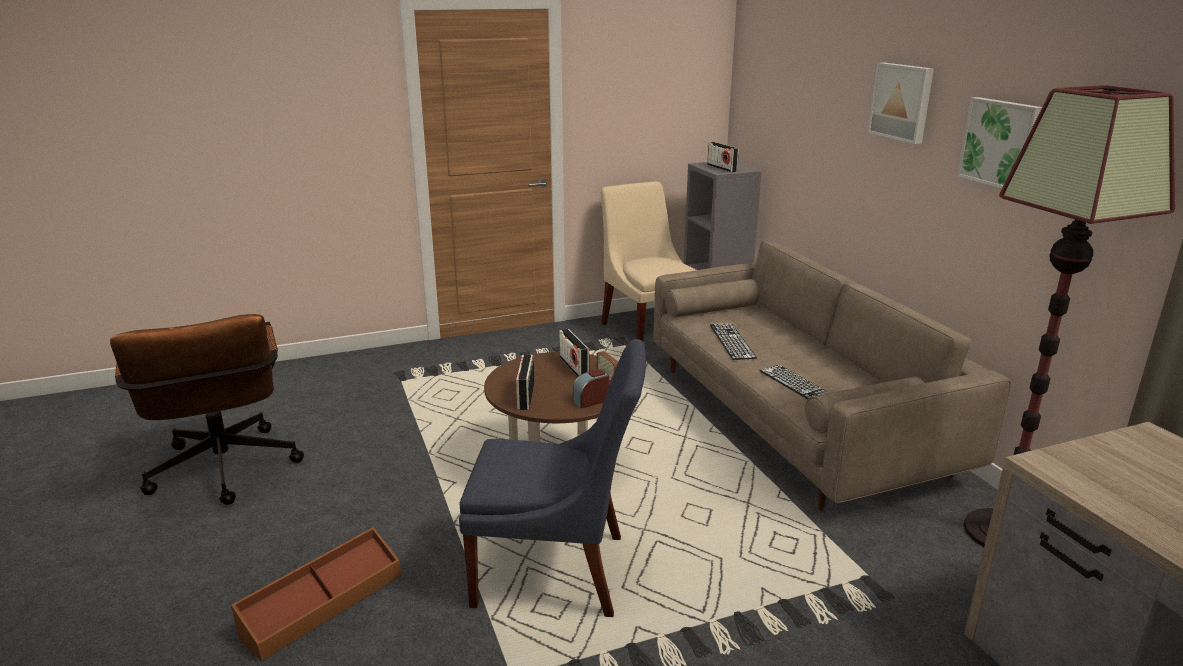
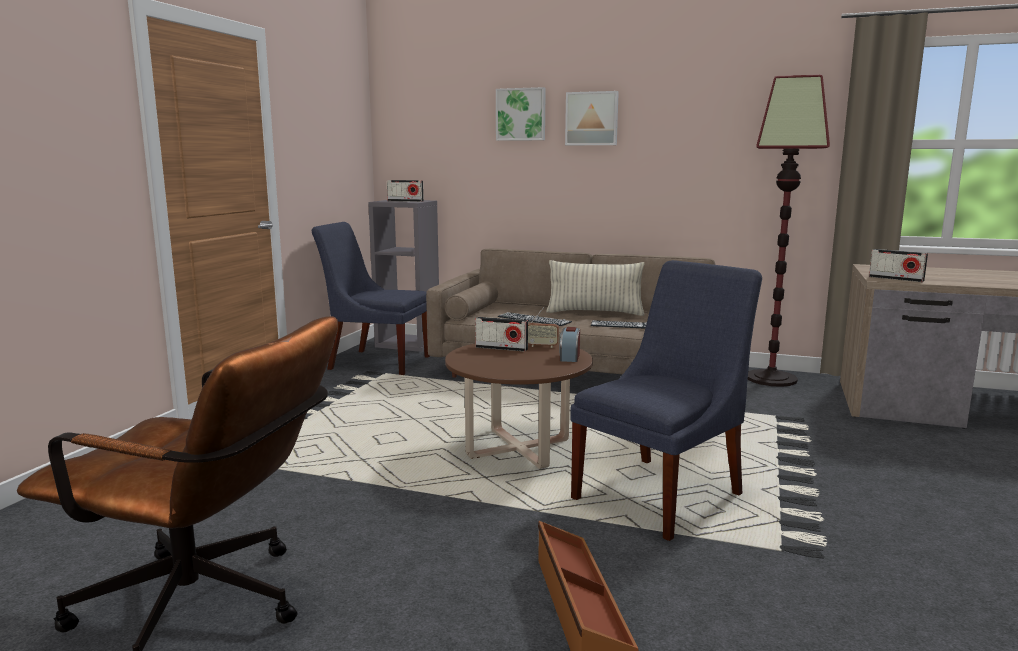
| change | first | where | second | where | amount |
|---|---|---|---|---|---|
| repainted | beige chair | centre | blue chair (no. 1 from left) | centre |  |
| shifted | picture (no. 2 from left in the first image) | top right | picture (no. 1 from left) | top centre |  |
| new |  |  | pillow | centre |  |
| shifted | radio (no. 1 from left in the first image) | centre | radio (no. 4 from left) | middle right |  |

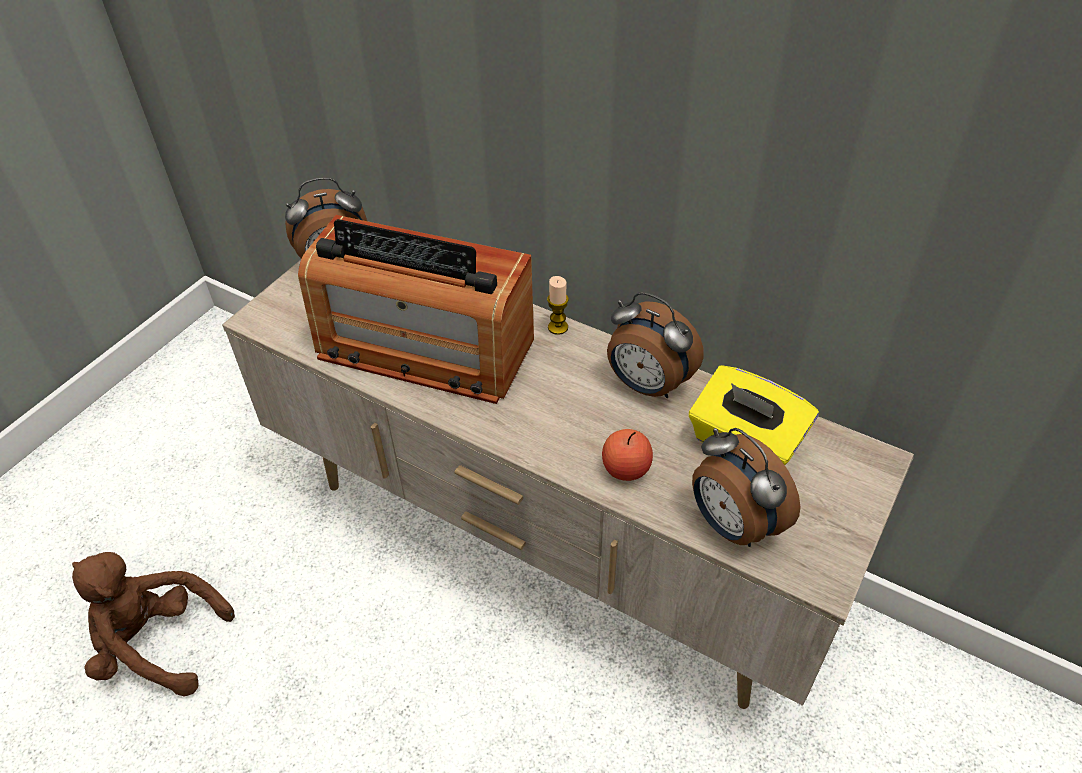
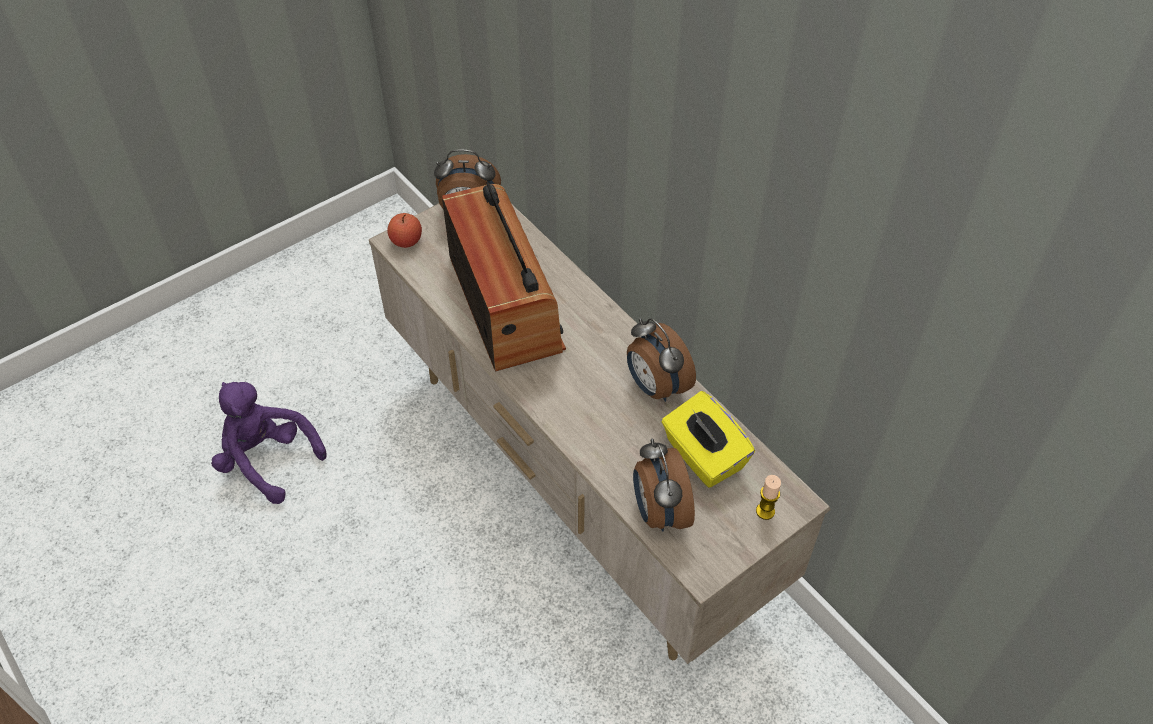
| change | first | where | second | where | amount |
|---|---|---|---|---|---|
| repainted | brown plush toy | bottom left | purple plush toy | middle left |  |
| shifted | apple | centre |  | top centre |  |
| rotated | radio | centre |  | centre | 150 degrees counterclockwise |
| shifted | candle | centre |  | bottom centre |  |

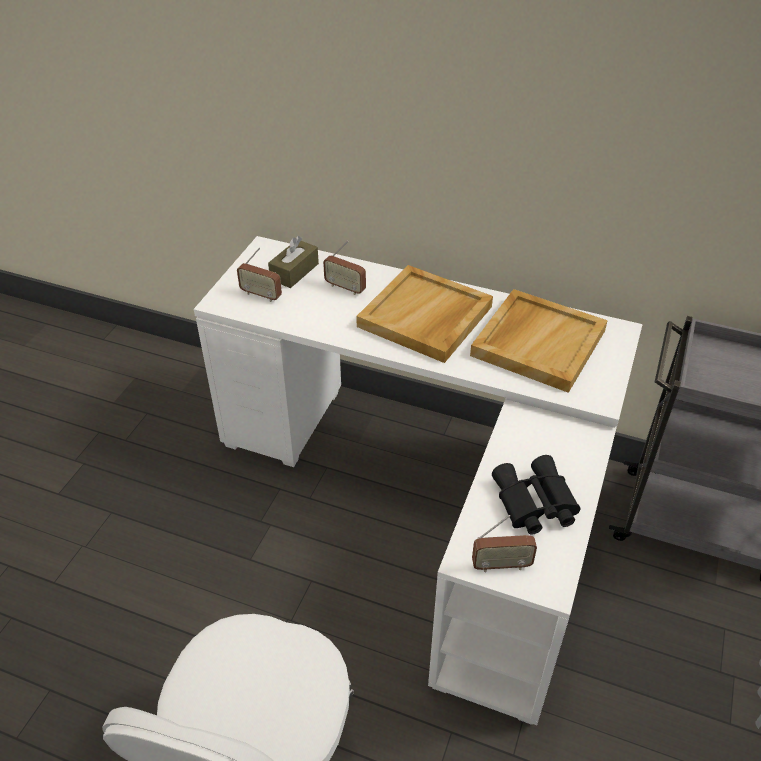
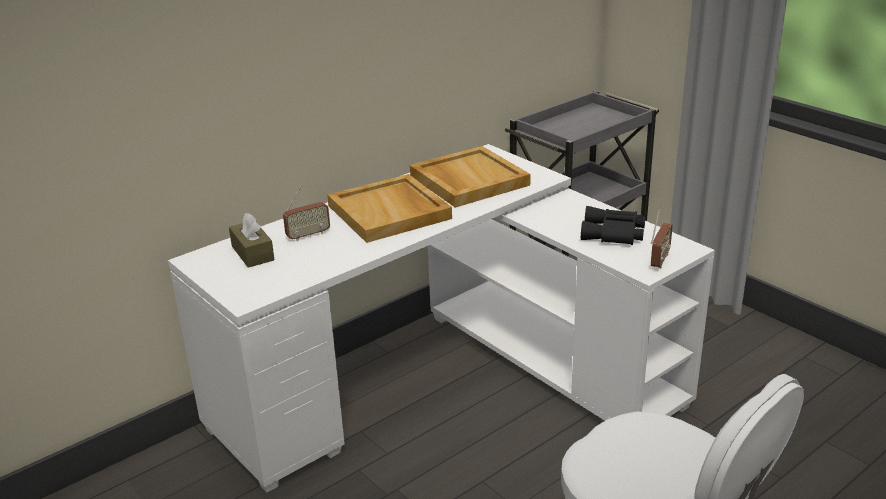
| change | first | where | second | where | amount |
|---|---|---|---|---|---|
| gone | radio (no. 1 from left) | centre |  |  |  |

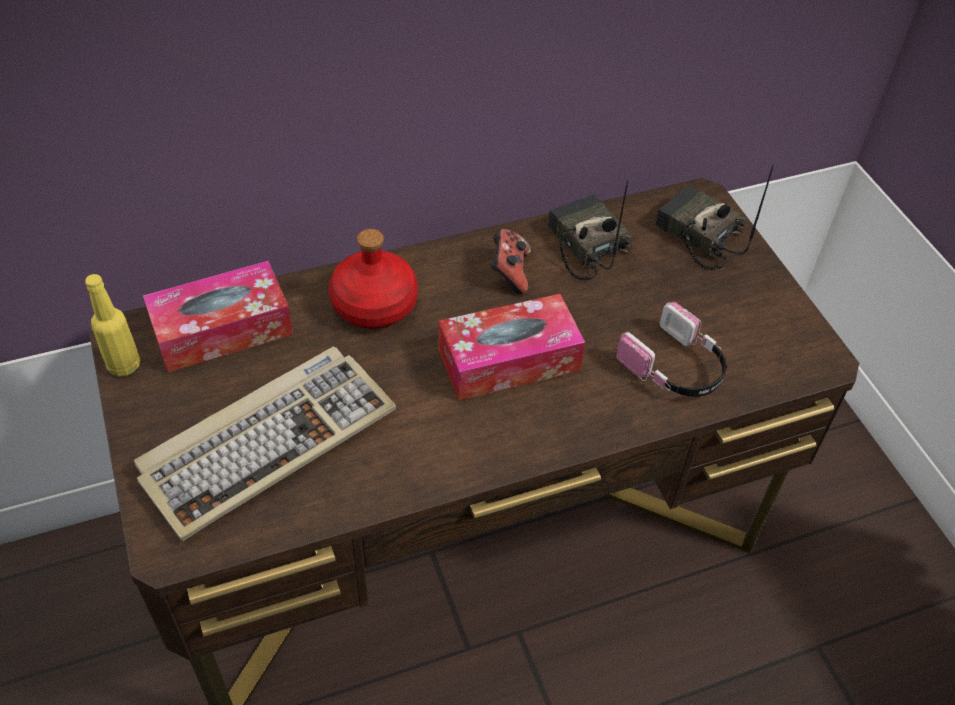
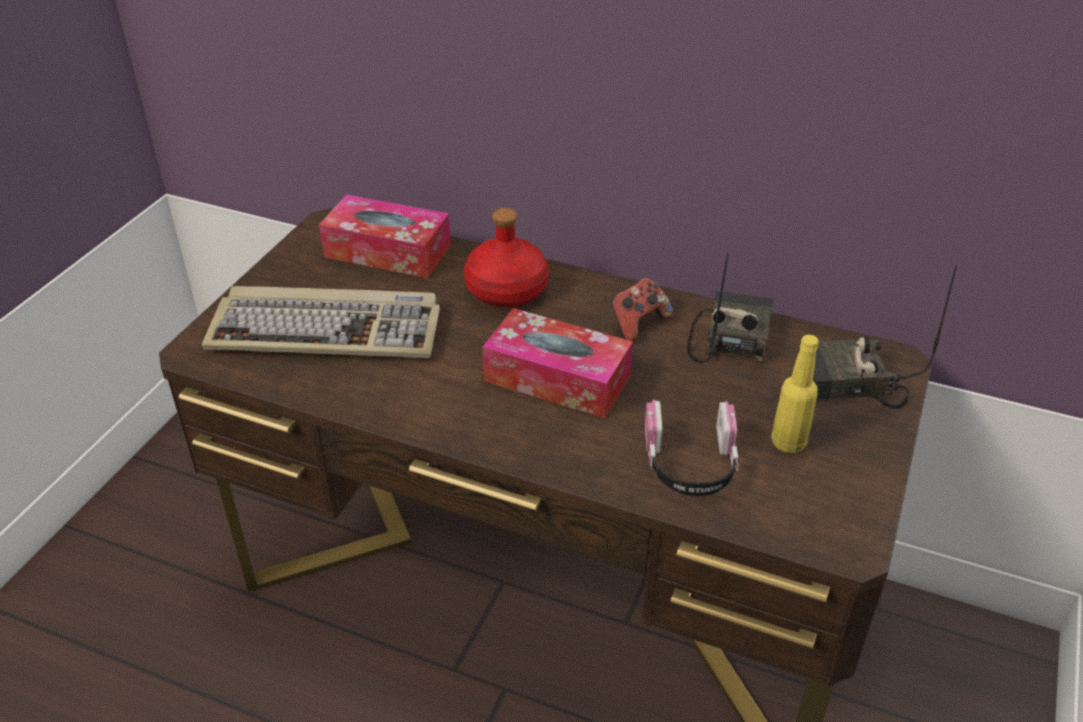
| change | first | where | second | where | amount |
|---|---|---|---|---|---|
| shifted | yellow bottle | middle left |  | middle right |  |
| rotated | radio (no. 2 from left) | top right |  | middle right | 90 degrees counterclockwise |

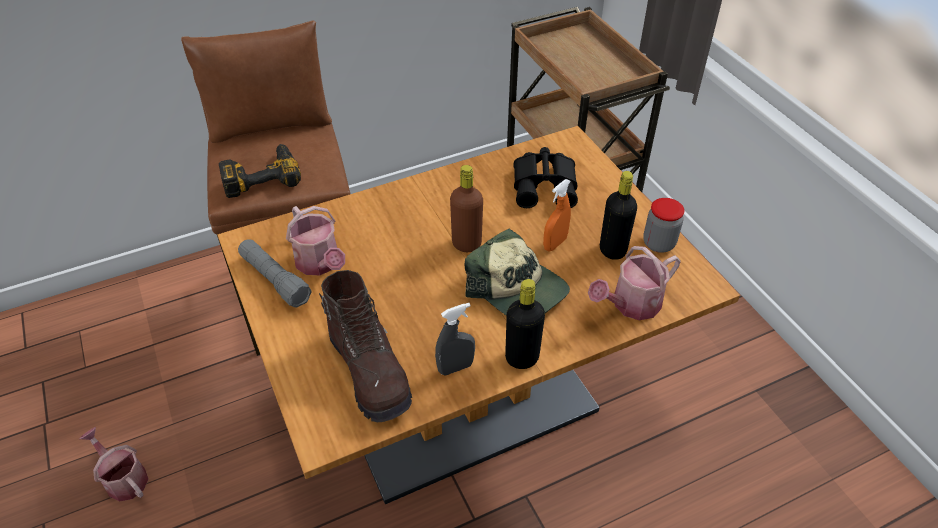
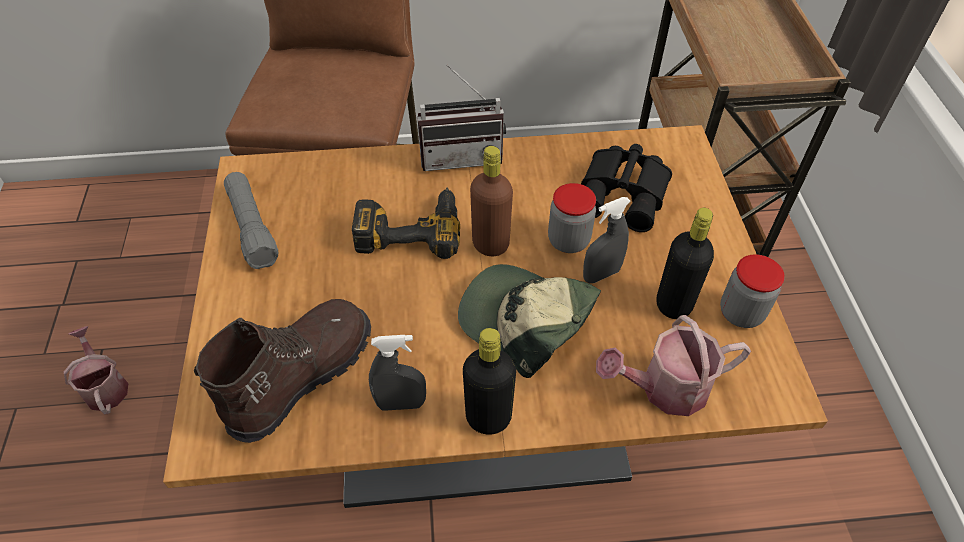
| change | first | where | second | where | amount |
|---|---|---|---|---|---|
| rotated | brown boot | centre |  | bottom left | 135 degrees counterclockwise |
| shifted | power drill | top left |  | centre |  |
| new |  |  | radio | top centre |  |
| rotated | cap | centre |  | centre | 150 degrees clockwise |
| new |  |  | jar (no. 1 from left) | centre |  |
| repainted | orange spray bottle | centre | grey spray bottle (no. 2 from left) | centre |  |
| gone | watering can (no. 2 from left) | centre |  |  |  |

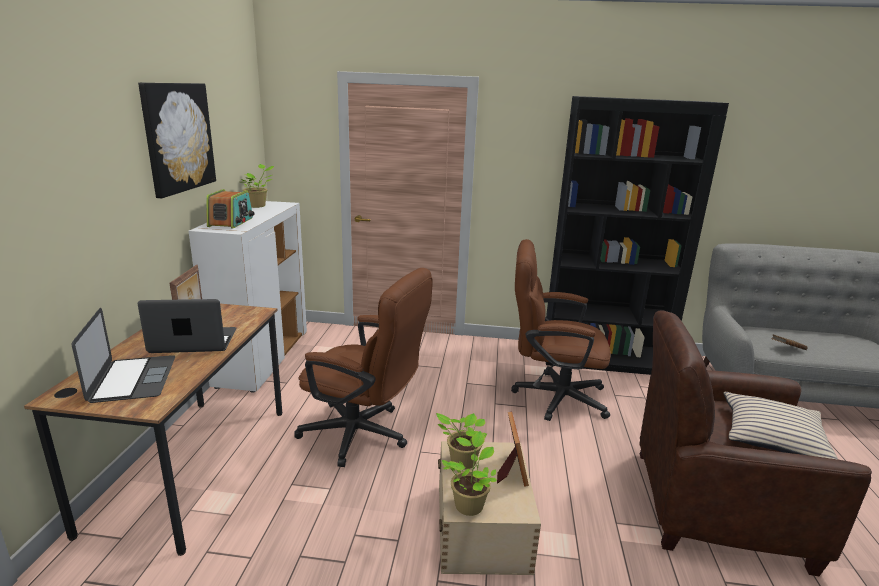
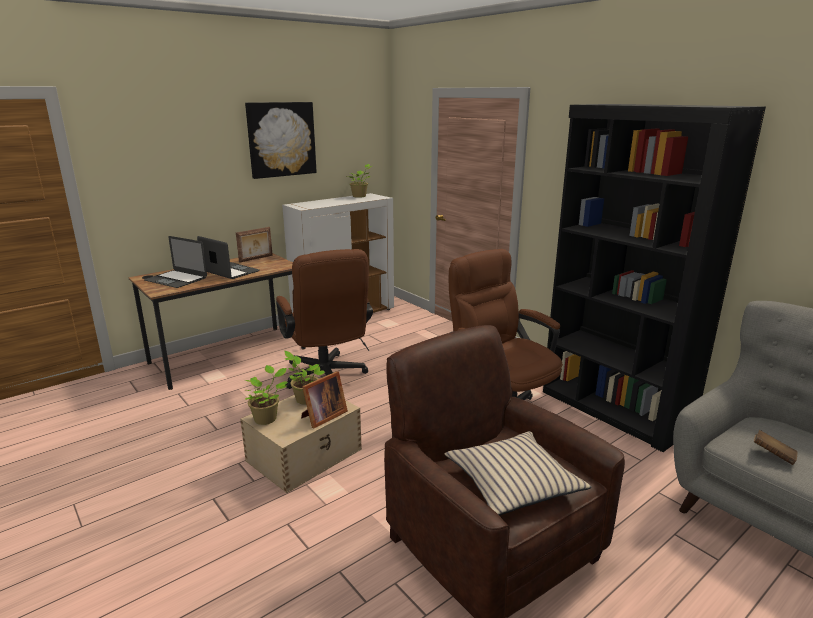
| change | first | where | second | where | amount |
|---|---|---|---|---|---|
| rotated | laptop (no. 1 from left) | middle left |  | middle left | 90 degrees clockwise |
| gone | radio | middle left |  |  |  |

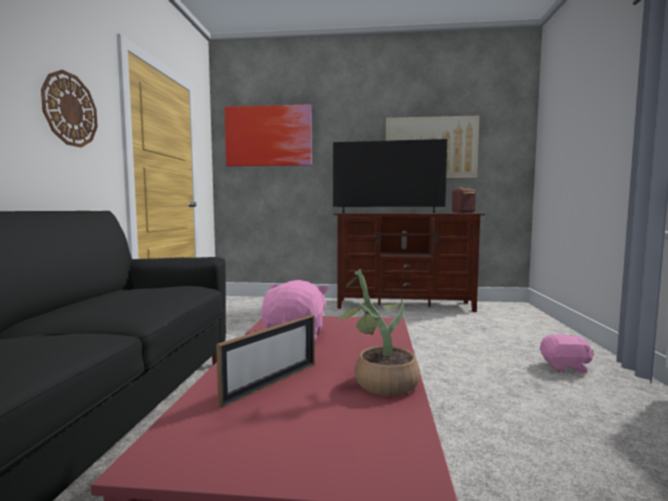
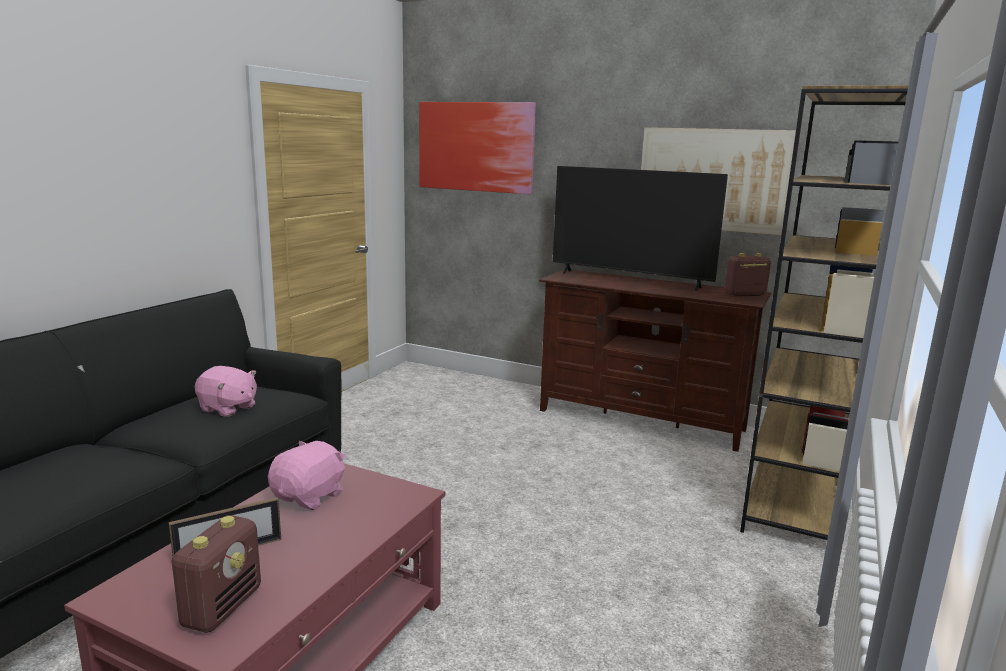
| change | first | where | second | where | amount |
|---|---|---|---|---|---|
| new |  |  | radio (no. 1 from left) | bottom left |  |
| shifted | pink plush toy (no. 2 from left in the first image) | bottom right | pink plush toy (no. 1 from left) | middle left |  |
| new |  |  | brown bookcase | middle right |  |
| gone | wall clock | top left |  |  |  |
| gone | potted plant | centre |  |  |  |

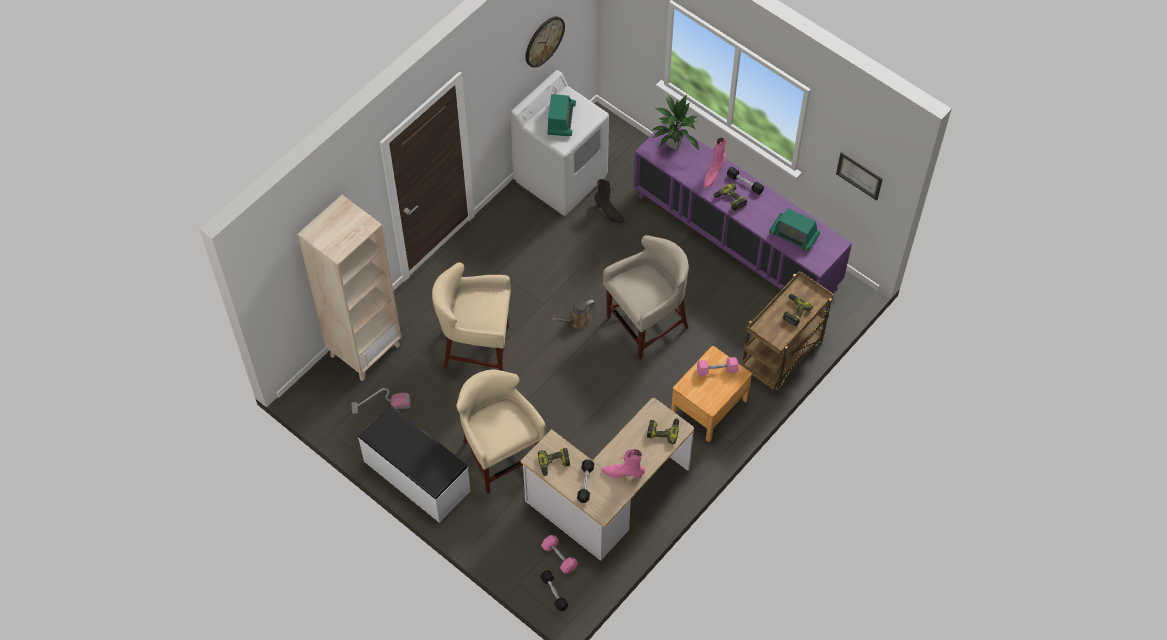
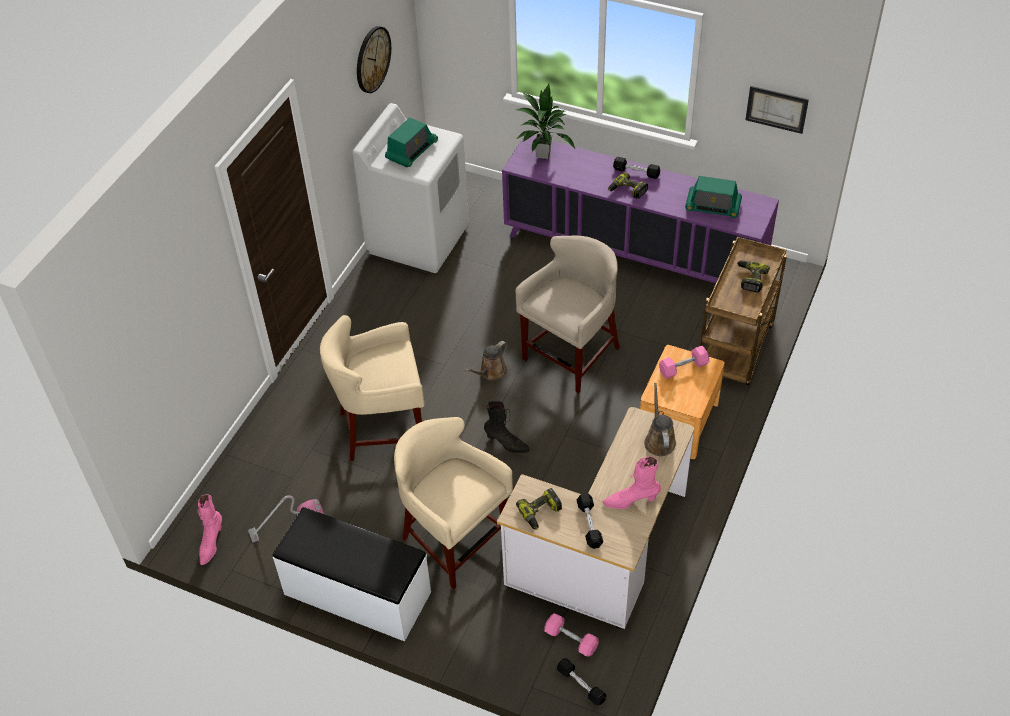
| change | first | where | second | where | amount |
|---|---|---|---|---|---|
| shifted | pink boot (no. 2 from left in the first image) | top centre | pink boot (no. 1 from left) | bottom left |  |
| rotated | radio (no. 1 from left) | top centre |  | top centre | 45 degrees clockwise |
| shifted | black boot | top centre |  | centre |  |
| swapped | power drill (no. 2 from left) | bottom centre | brown watering can (no. 2 from left) | centre |  |
| gone | beige bookcase | middle left |  |  |  |

